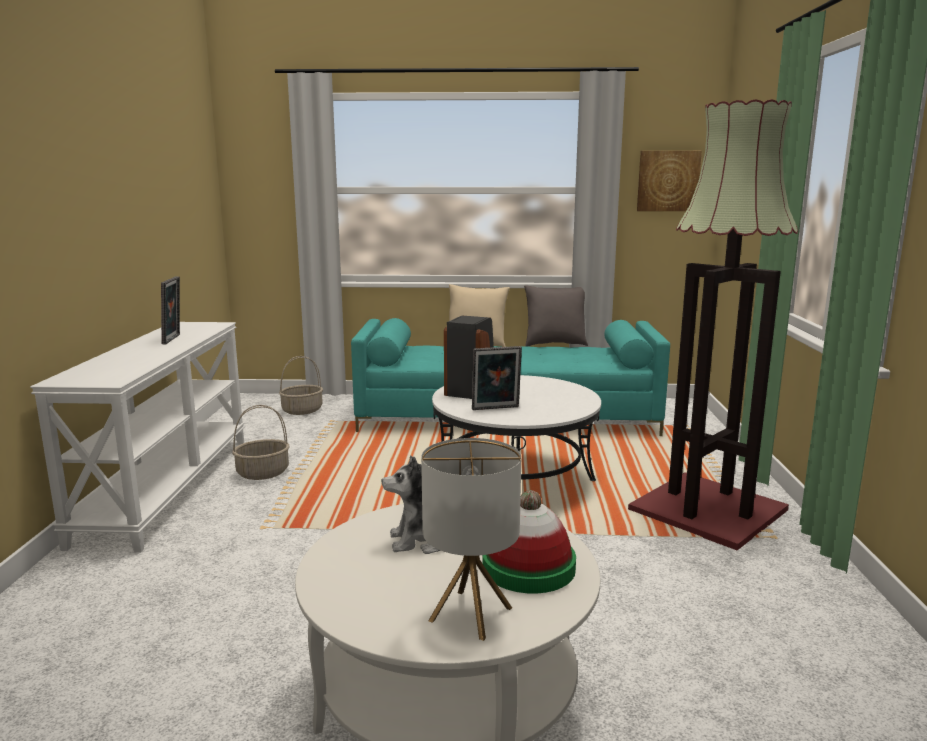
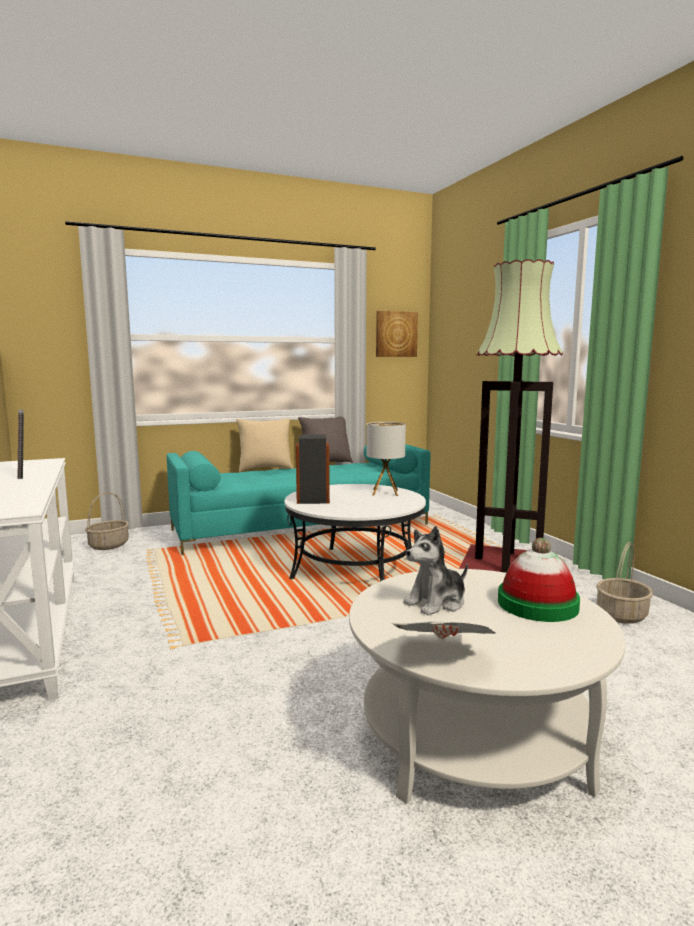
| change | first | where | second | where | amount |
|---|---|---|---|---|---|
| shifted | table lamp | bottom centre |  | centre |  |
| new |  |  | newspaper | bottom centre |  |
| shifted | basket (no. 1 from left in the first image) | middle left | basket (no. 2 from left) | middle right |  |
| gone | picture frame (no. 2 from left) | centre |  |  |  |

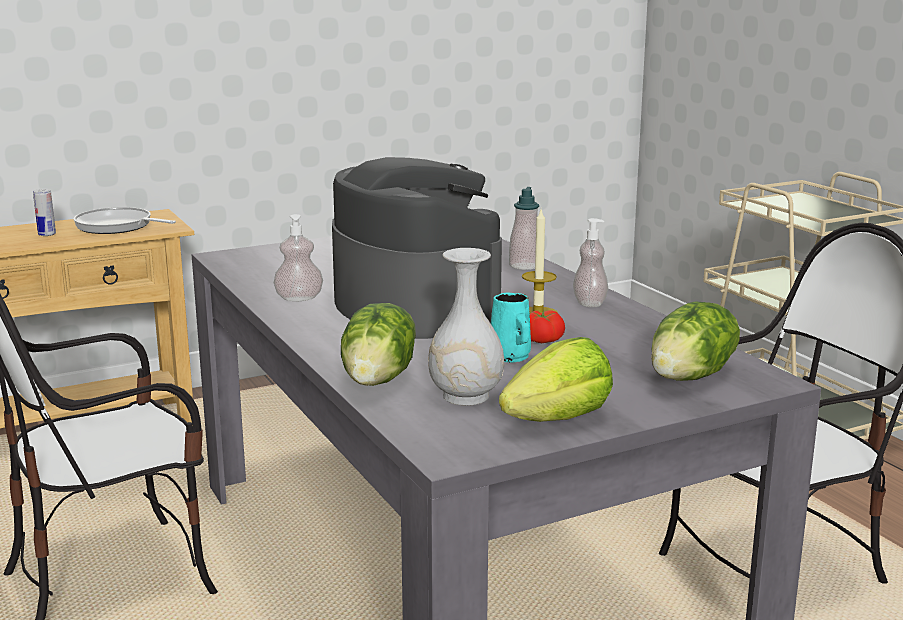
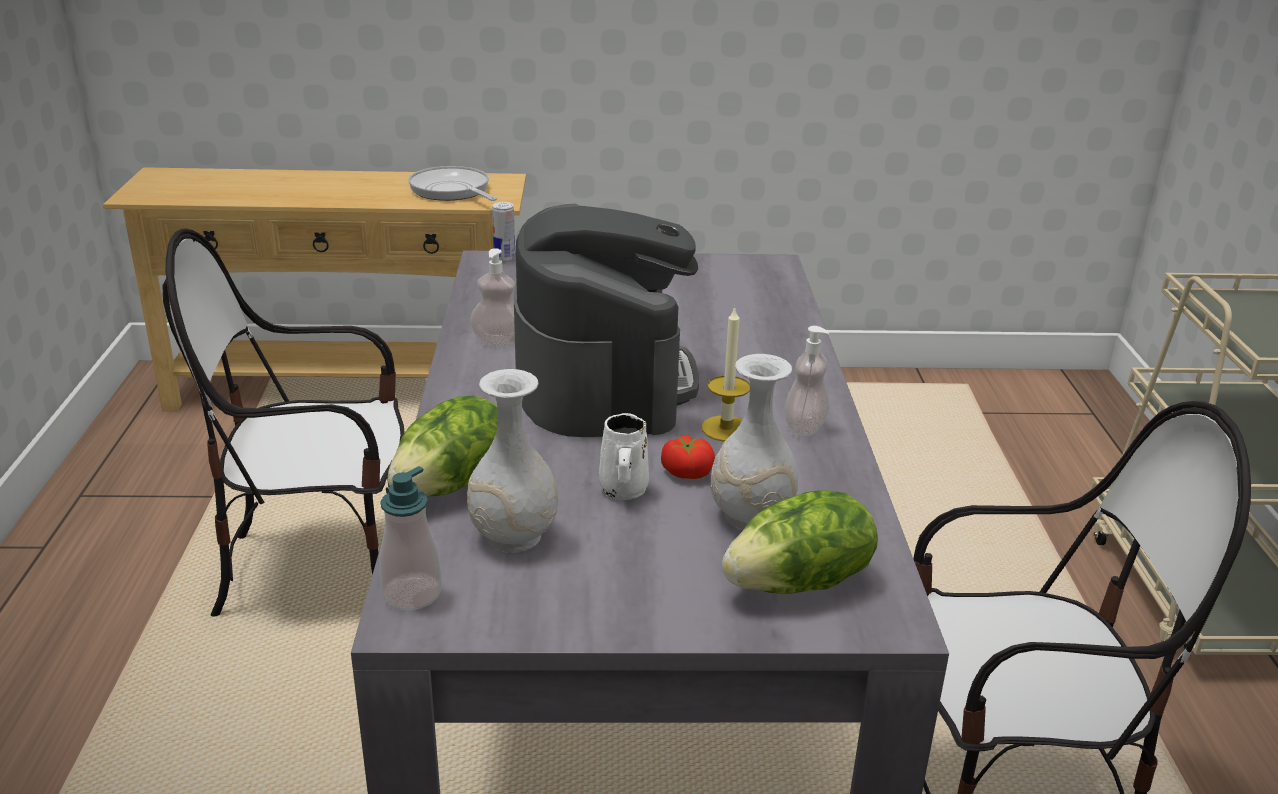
| change | first | where | second | where | amount |
|---|---|---|---|---|---|
| shifted | soap dispenser (no. 2 from left in the first image) | centre | soap dispenser (no. 1 from left) | bottom left |  |
| shifted | can | middle left |  | top centre |  |
| repainted | turquoise mug | centre | white mug | centre |  |
| new |  |  | white vase (no. 2 from left) | centre |  |
| gone | lettuce (no. 2 from left) | centre |  |  |  |

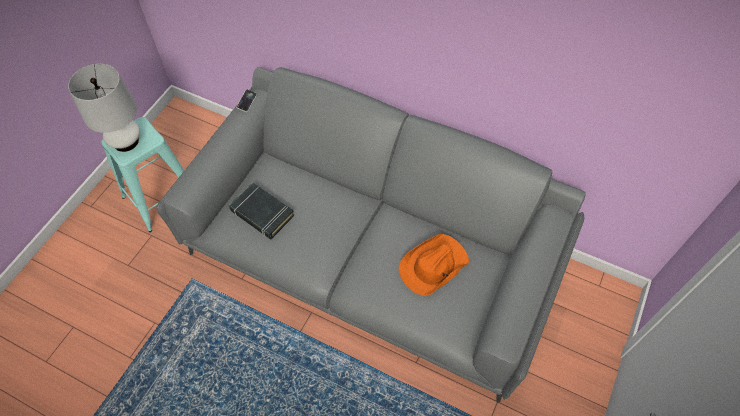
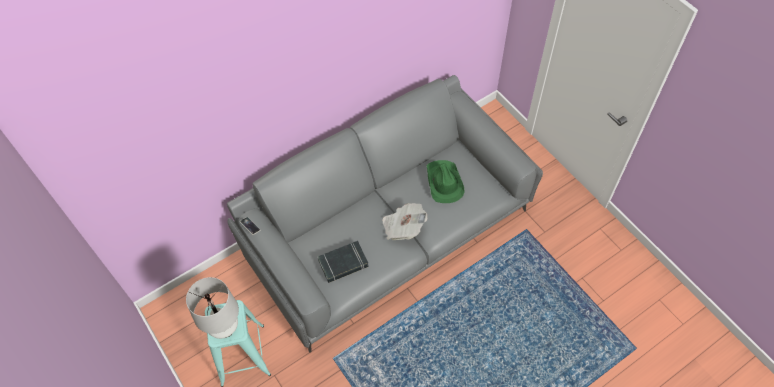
| change | first | where | second | where | amount |
|---|---|---|---|---|---|
| new |  |  | newspaper | centre |  |
| repainted | orange hat | centre | green hat | centre |  |

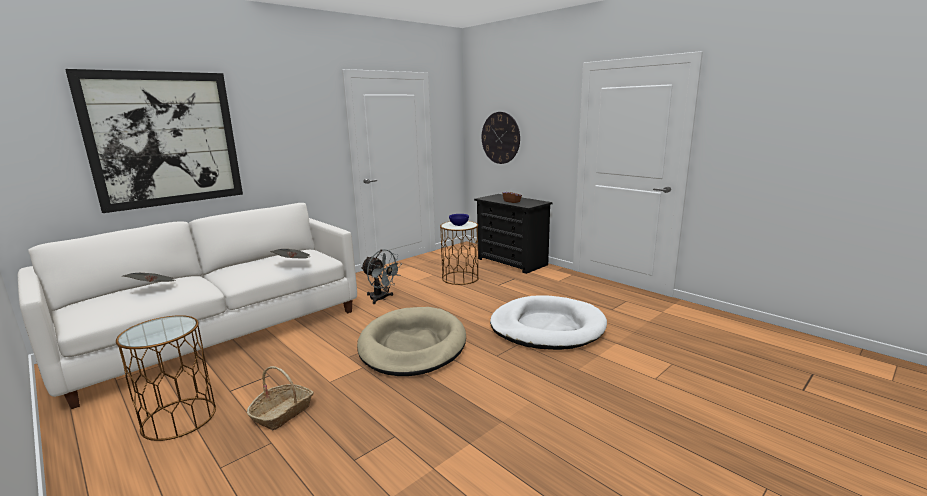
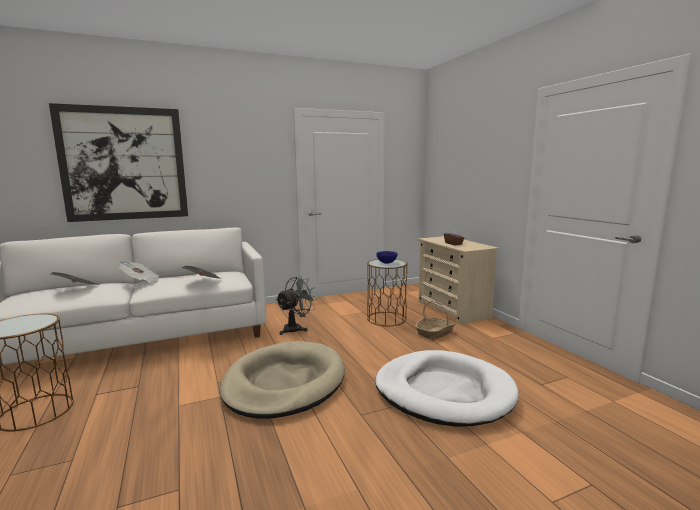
| change | first | where | second | where | amount |
|---|---|---|---|---|---|
| new |  |  | newspaper (no. 2 from left) | middle left |  |
| rotated | grey fan | centre |  | centre | 105 degrees counterclockwise |
| shifted | basket | bottom left |  | centre |  |
| repainted | black dresser | centre | beige dresser | centre |  |
| gone | wall clock | top centre |  |  |  |

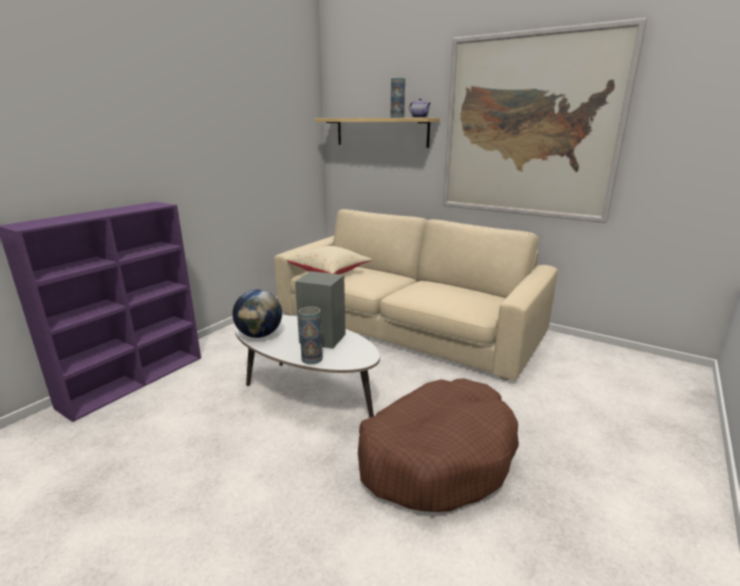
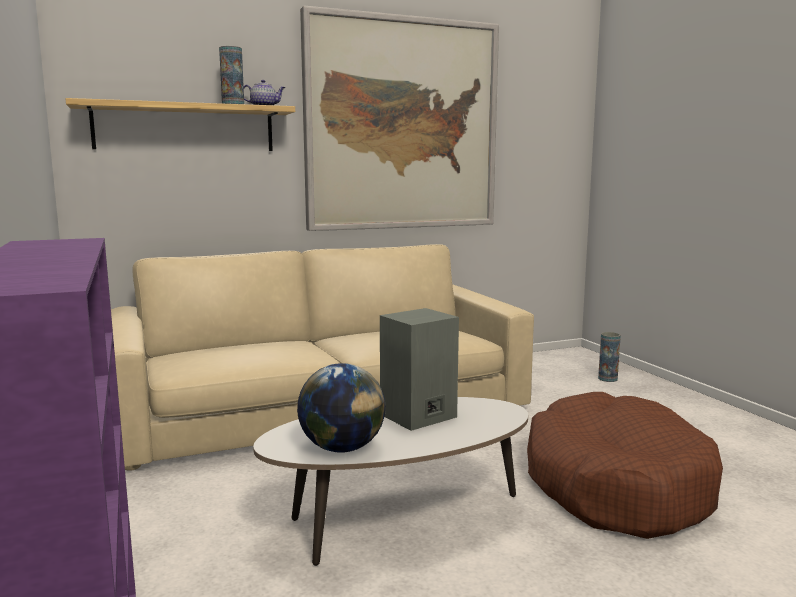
| change | first | where | second | where | amount |
|---|---|---|---|---|---|
| shifted | vase (no. 1 from left in the first image) | centre | vase (no. 2 from left) | middle right |  |
| gone | beige pillow | centre |  |  |  |

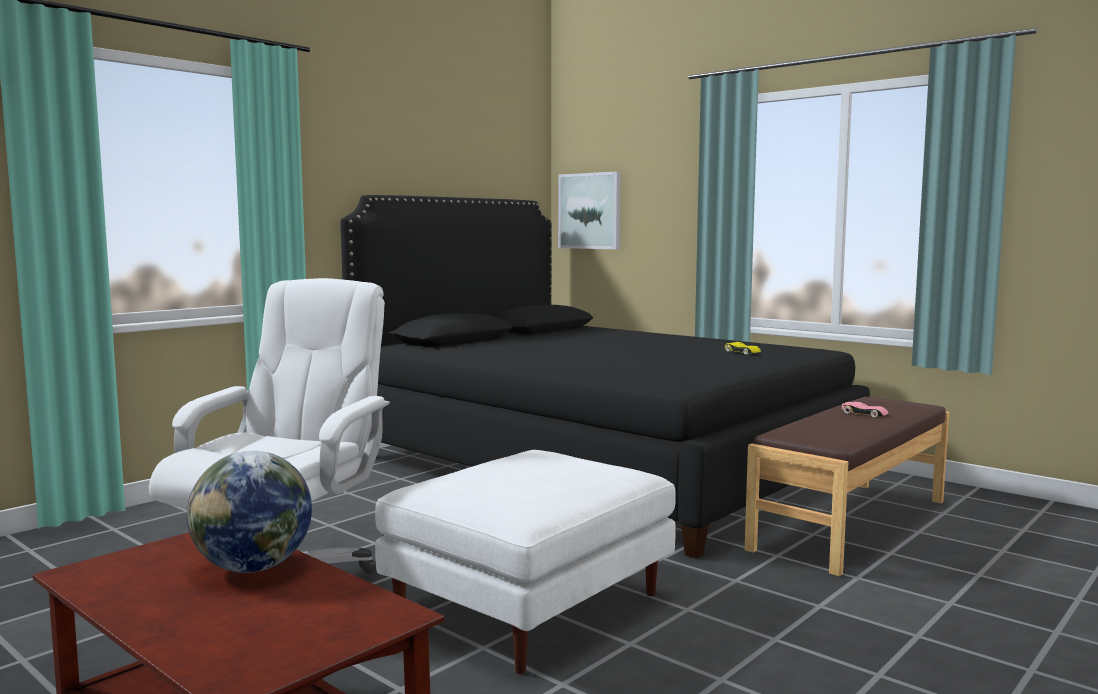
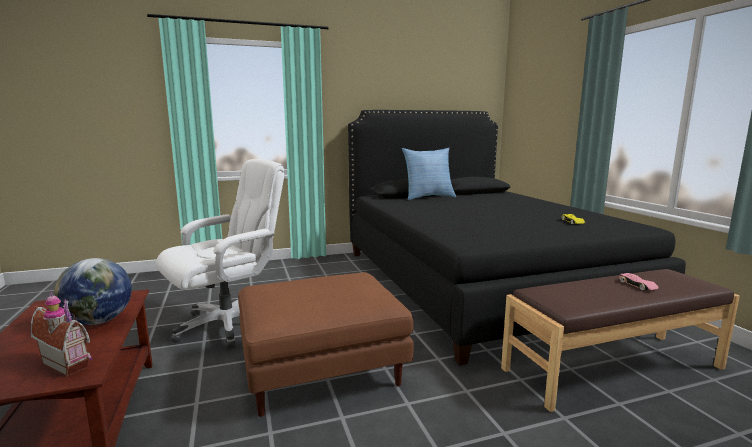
| change | first | where | second | where | amount |
|---|---|---|---|---|---|
| new |  |  | toy house | bottom left |  |
| repainted | white ottoman | bottom centre | brown ottoman | bottom centre |  |
| new |  |  | pillow | centre |  |
| gone | picture | top centre |  |  |  |

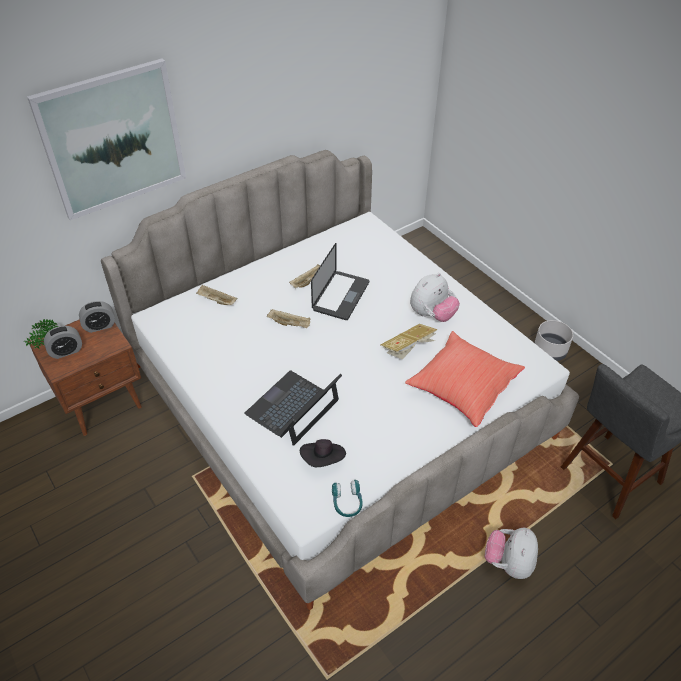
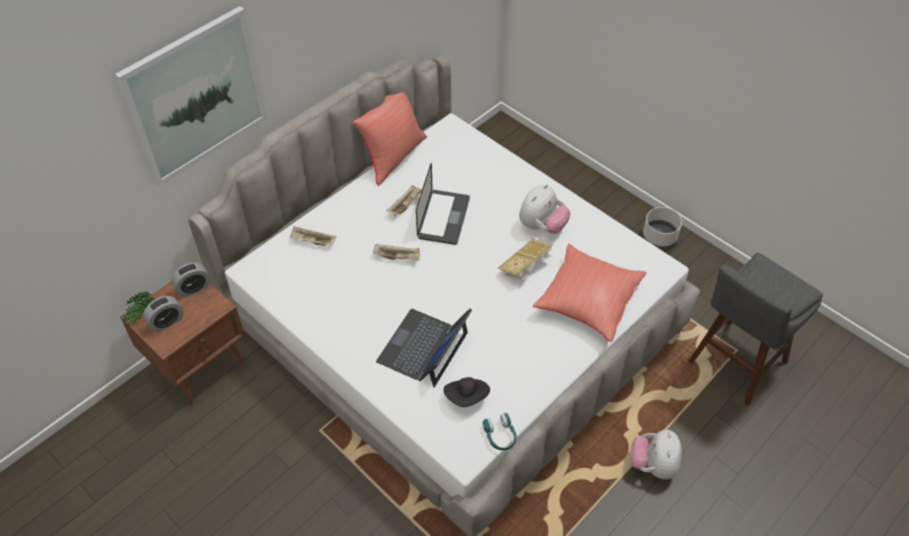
| change | first | where | second | where | amount |
|---|---|---|---|---|---|
| new |  |  | red pillow (no. 1 from left) | top centre |  |

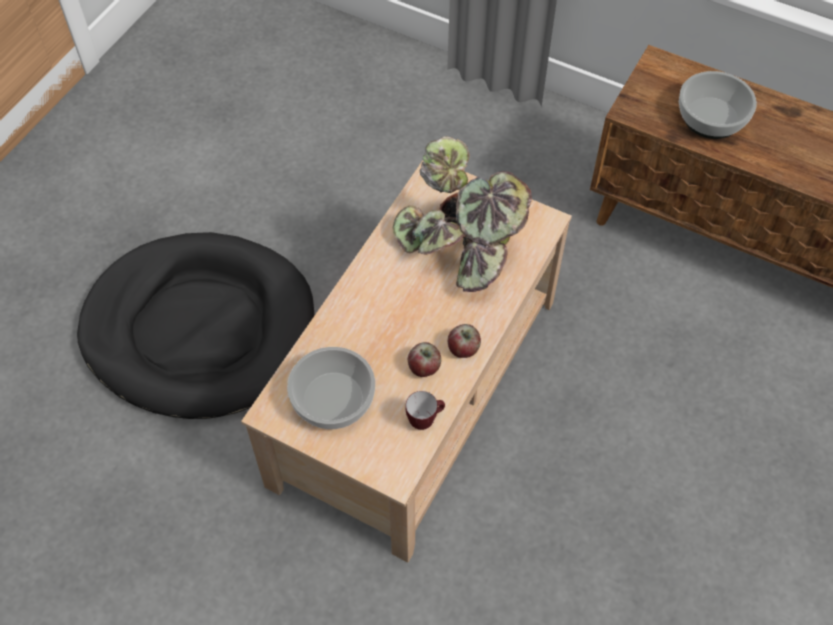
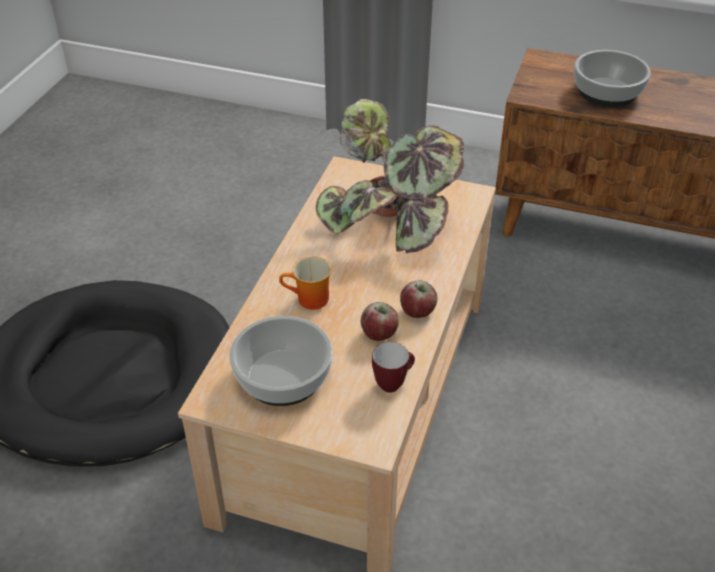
| change | first | where | second | where | amount |
|---|---|---|---|---|---|
| new |  |  | mug (no. 1 from left) | centre |  |

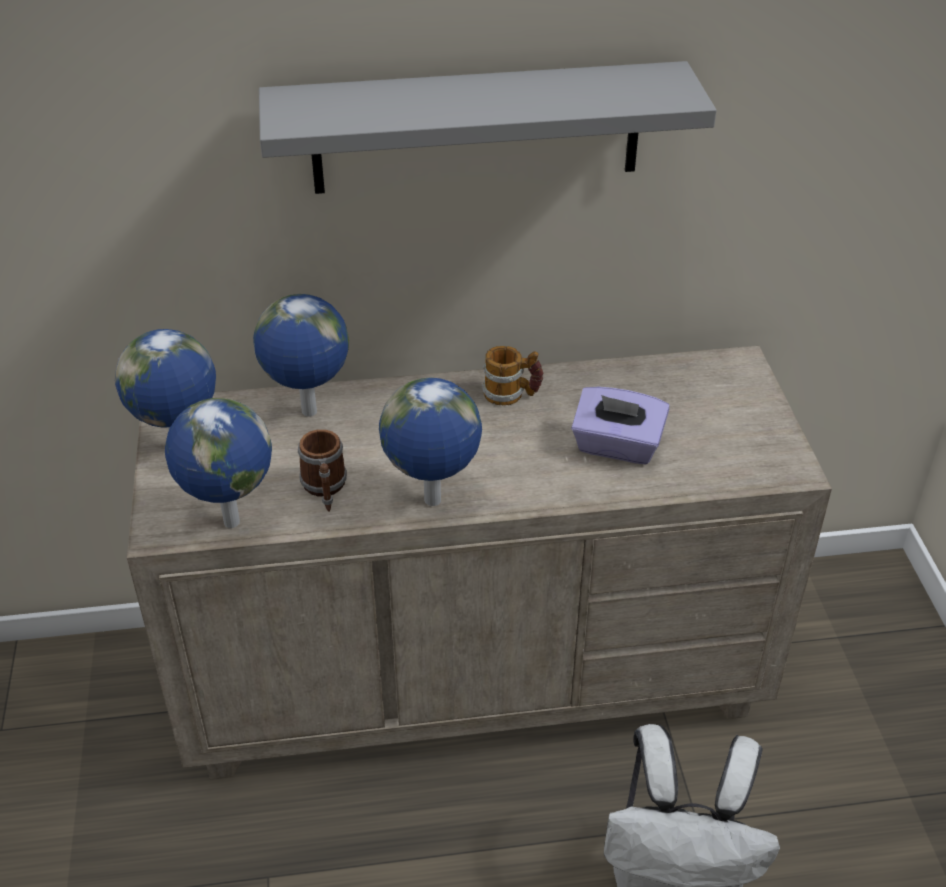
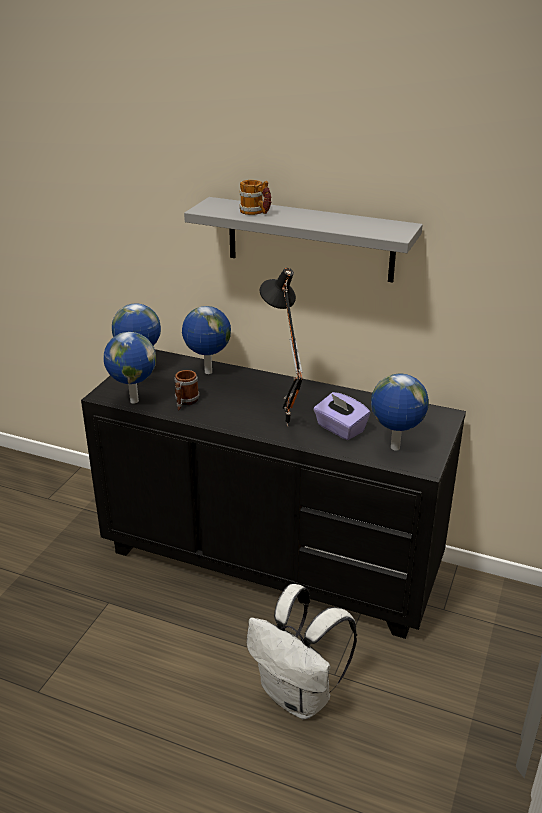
| change | first | where | second | where | amount |
|---|---|---|---|---|---|
| repainted | beige dresser | centre | black dresser | centre |  |
| shifted | mug (no. 2 from left) | centre |  | top centre |  |
| new |  |  | black table lamp | centre |  |
| shifted | globe (no. 4 from left) | centre |  | middle right |  |

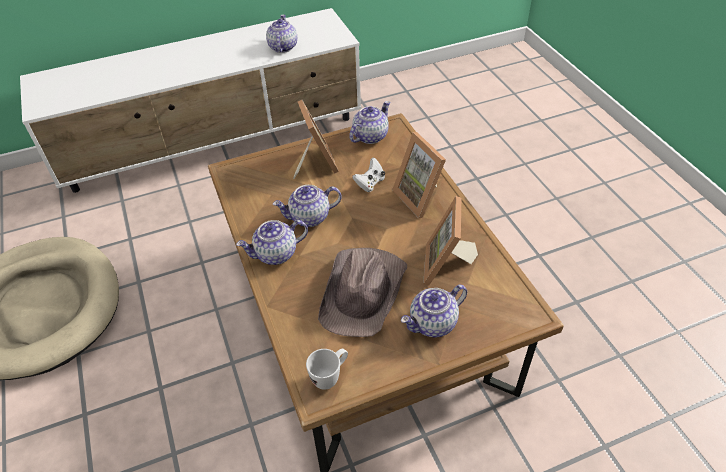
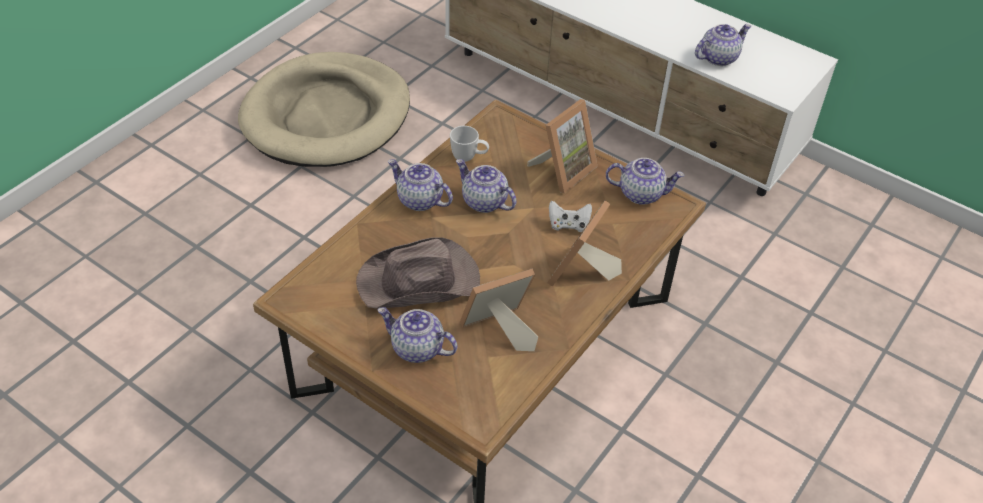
| change | first | where | second | where | amount |
|---|---|---|---|---|---|
| shifted | white mug | bottom centre |  | top centre |  |

